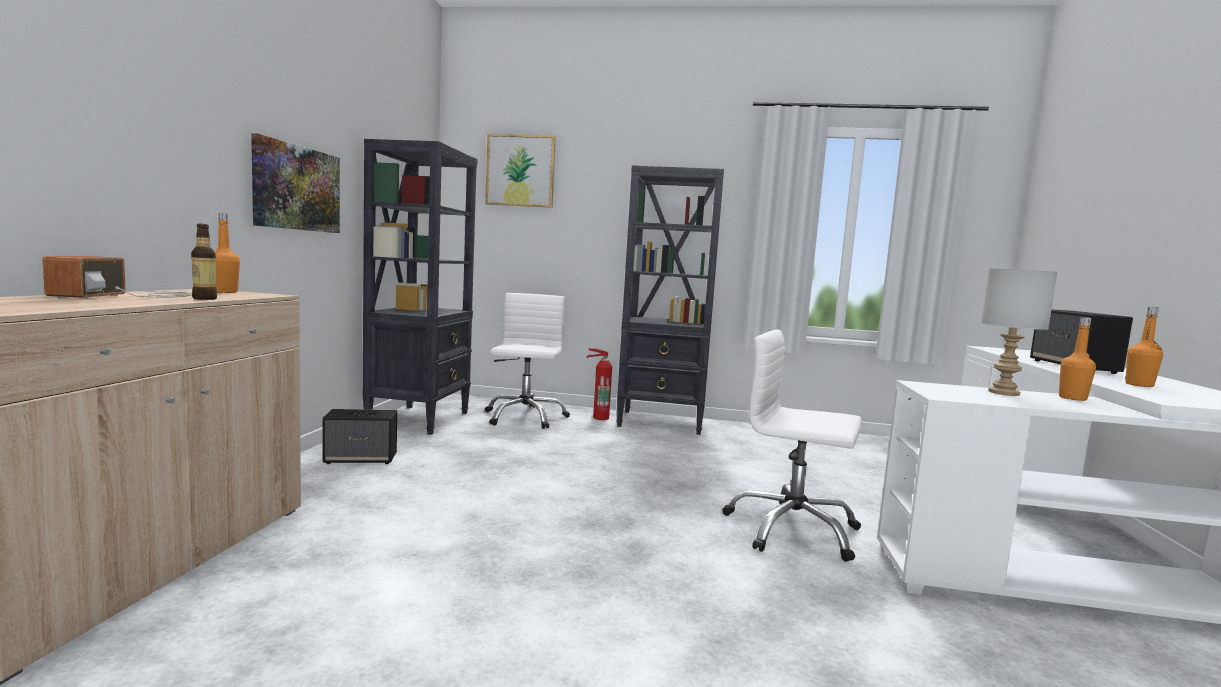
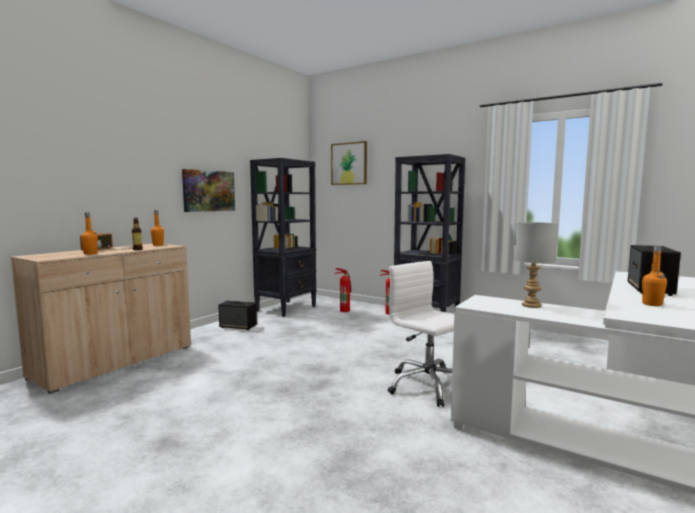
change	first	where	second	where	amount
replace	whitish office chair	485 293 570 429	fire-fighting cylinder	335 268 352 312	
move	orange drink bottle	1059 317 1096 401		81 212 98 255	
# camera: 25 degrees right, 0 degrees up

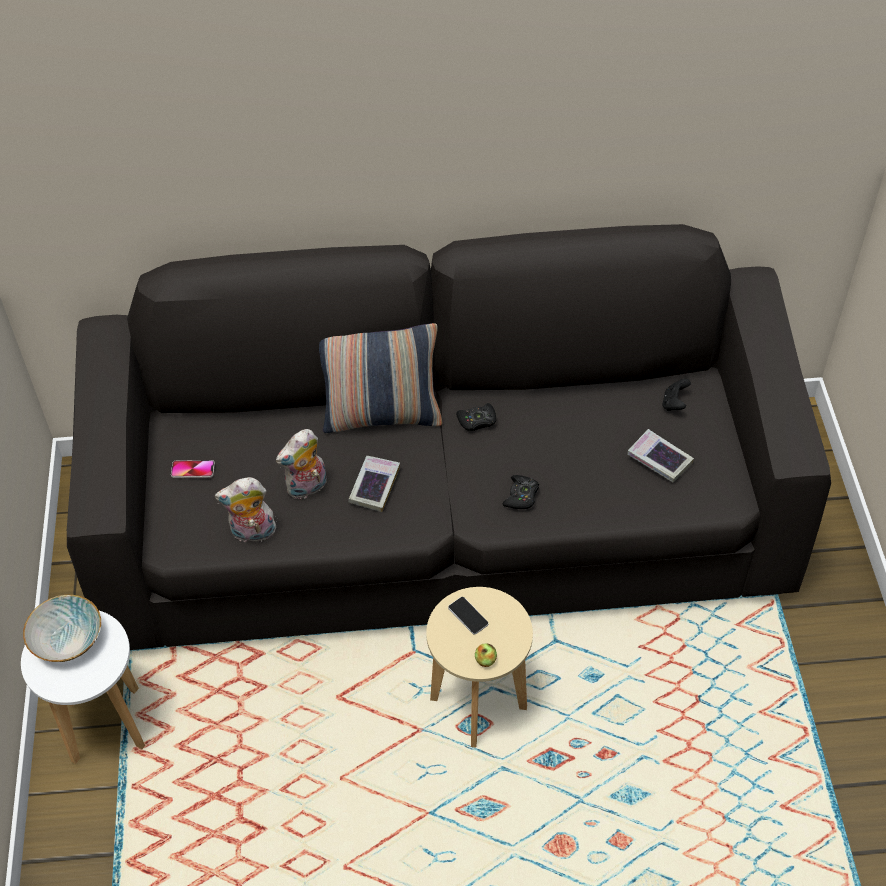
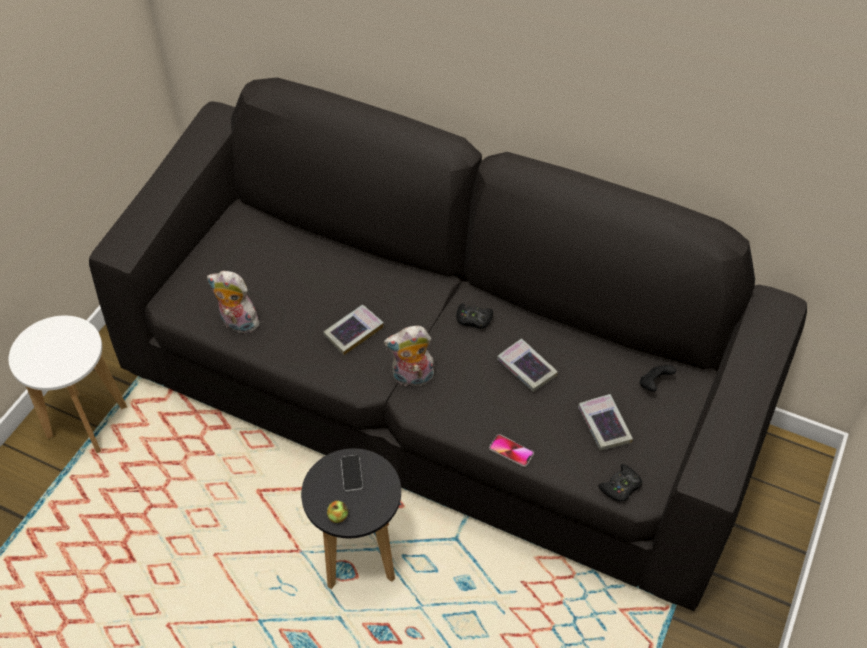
change	first	where	second	where	amount
delete	throw pillow	319 323 443 433			
move	plush toy	276 429 327 499		384 326 434 386	
move	telephone	171 460 215 478		489 434 534 467	
move	black gamepad	503 475 539 509		598 464 642 502	
recolor	beige sitting stool	426 587 533 747	black sitting stool	301 448 401 589	
delete	serving bowl	23 595 101 662			
insert			bound book	497 338 558 392	
# camera: 30 degrees right, 0 degrees up

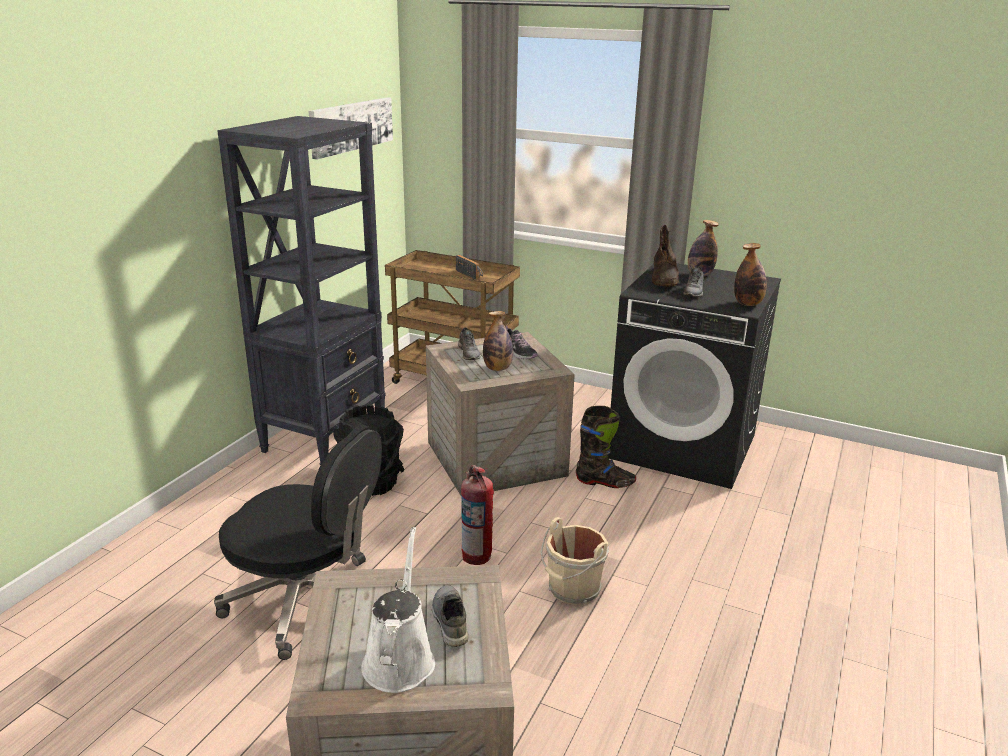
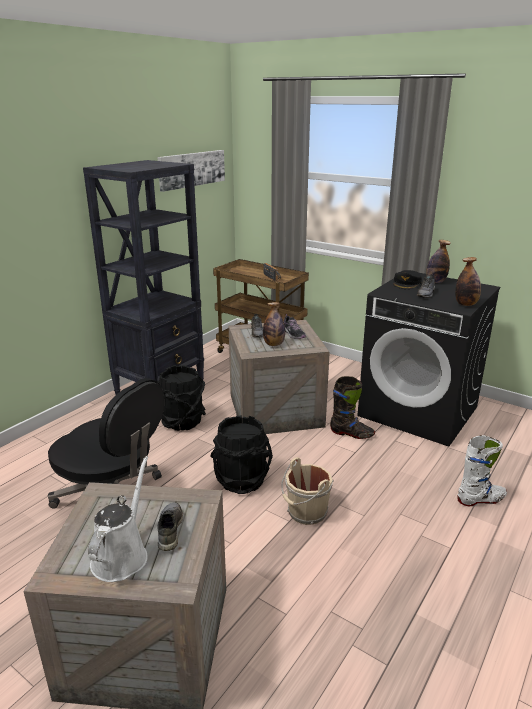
change	first	where	second	where	amount
replace	brownish high-top boot	652 225 680 287	black cap	393 270 422 289	
replace	fire-fighting cylinder	461 465 494 565	black water bucket	211 415 273 494	
insert			whitish high-top boot	458 435 507 506	
# camera: 10 degrees right, 0 degrees up

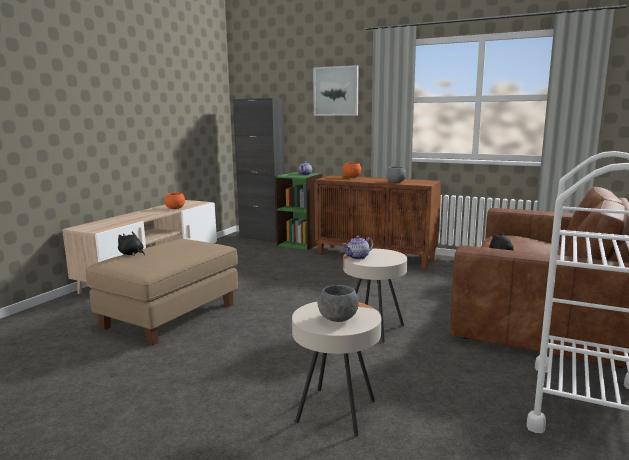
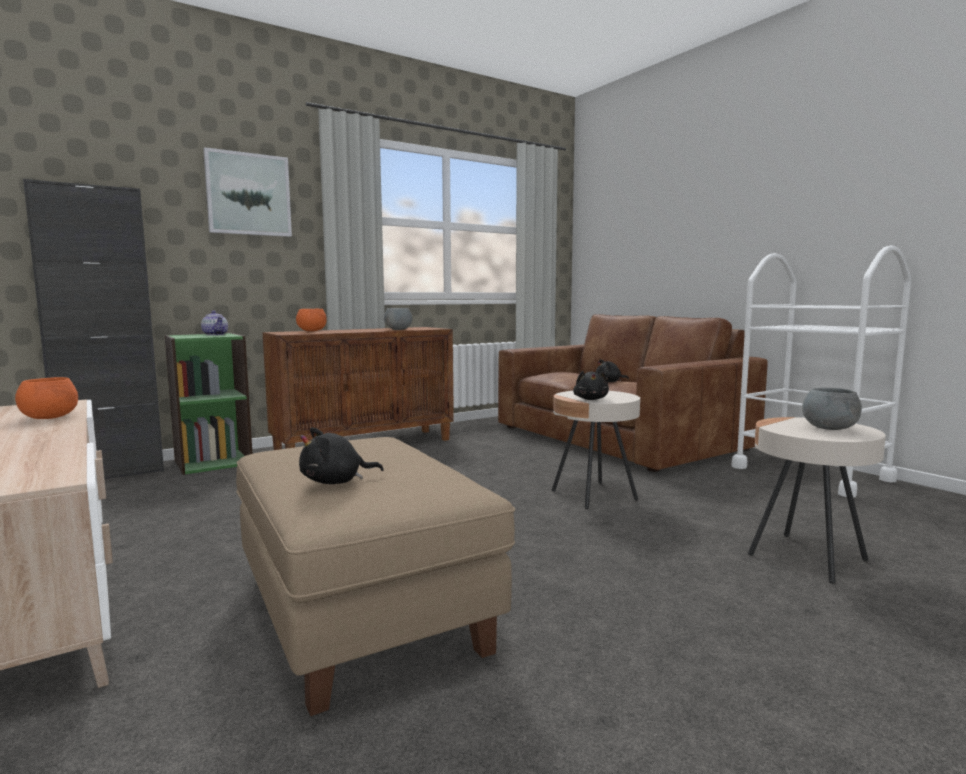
change	first	where	second	where	amount
replace	tea pot	342 236 374 260	black plush toy	573 371 609 400	
# camera: 60 degrees left, 5 degrees down

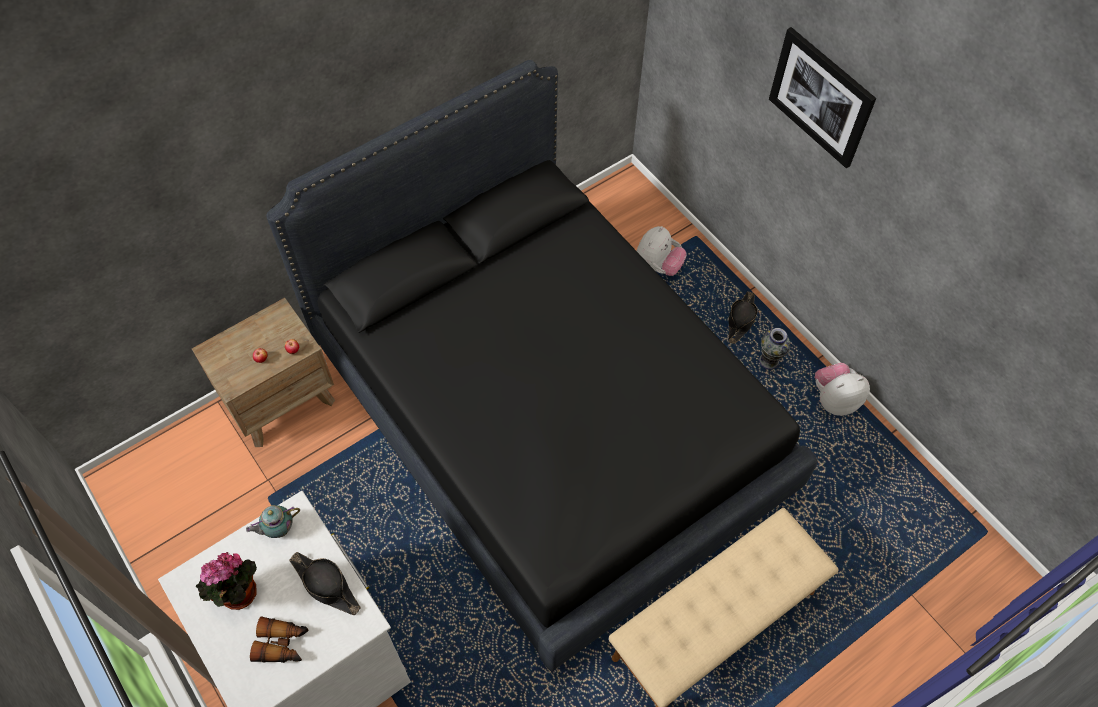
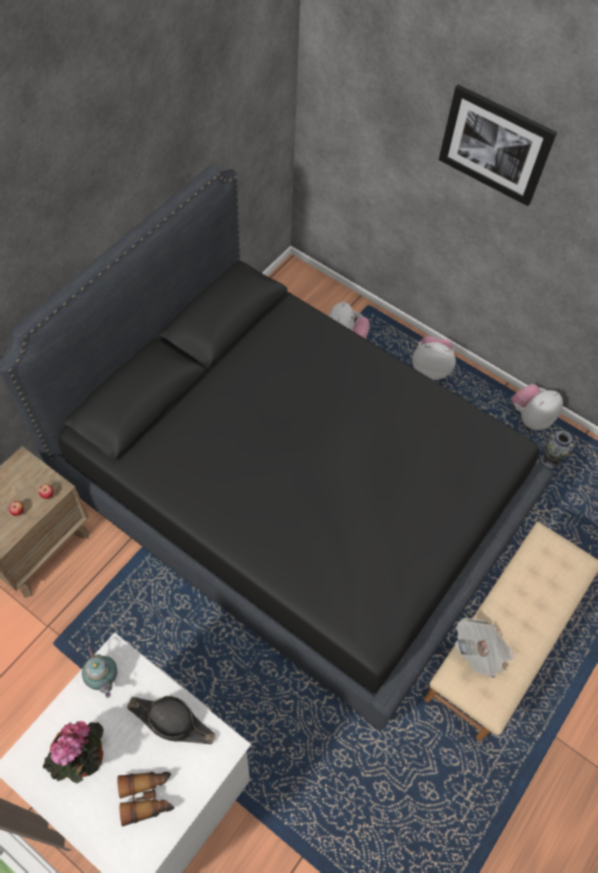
change	first	where	second	where	amount
replace	black wearable hat	729 291 757 344	plush toy	412 336 456 380	
move	vase	759 328 790 370		540 430 574 469	
rotate	tea pot	246 505 300 538		82 646 117 698	75 degrees counterclockwise
insert			newspaper	455 617 514 678	
# camera: 20 degrees left, 0 degrees up

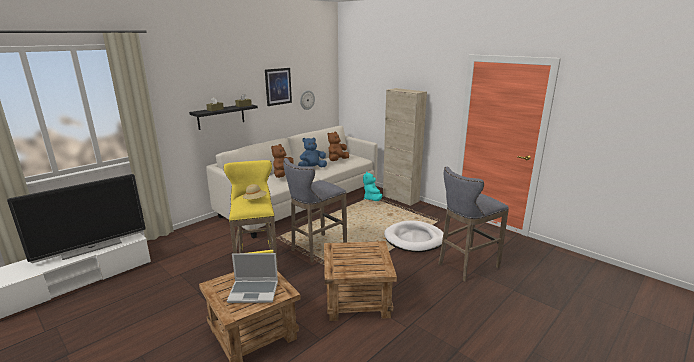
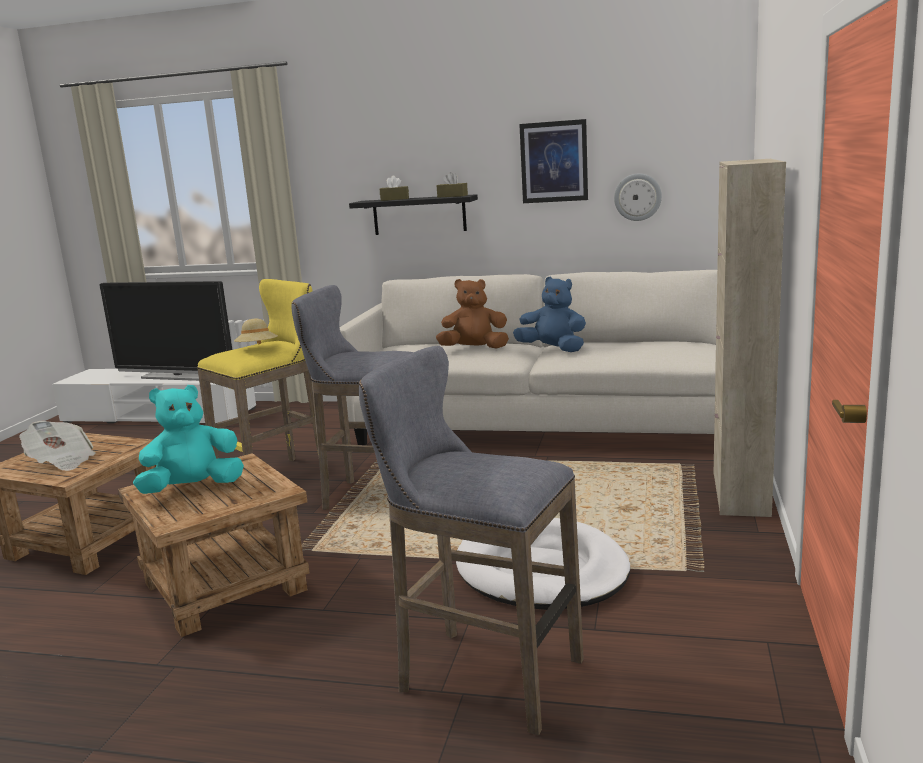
change	first	where	second	where	amount
delete	brownish plush toy	327 132 349 161			
move	turquoise-coloured plush toy	363 171 382 201		133 385 244 494	
replace	portable computer	227 253 278 303	newspaper	19 421 96 471	
# camera: 60 degrees right, 5 degrees down

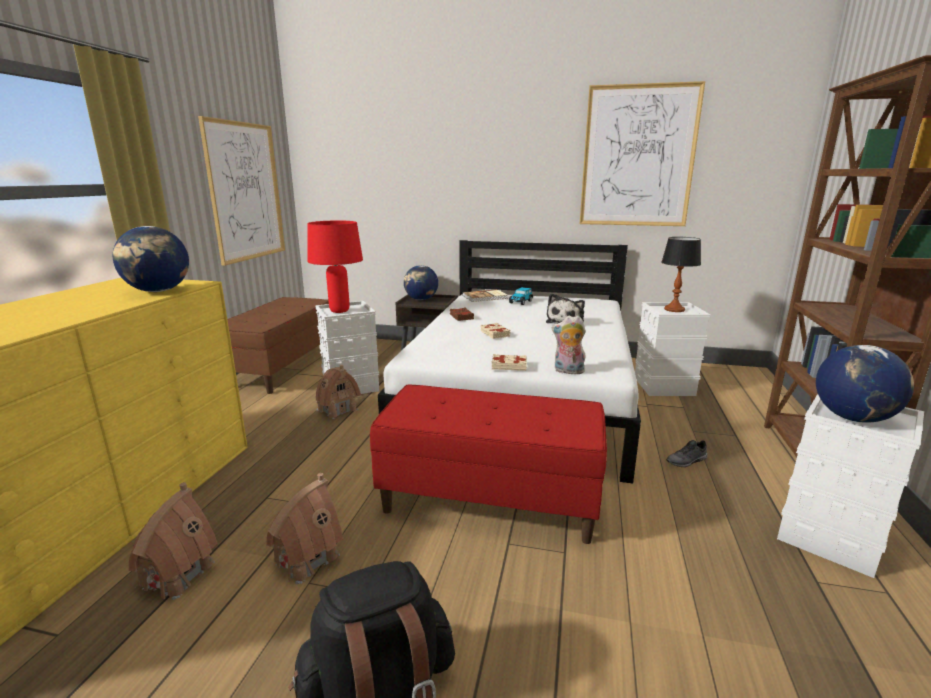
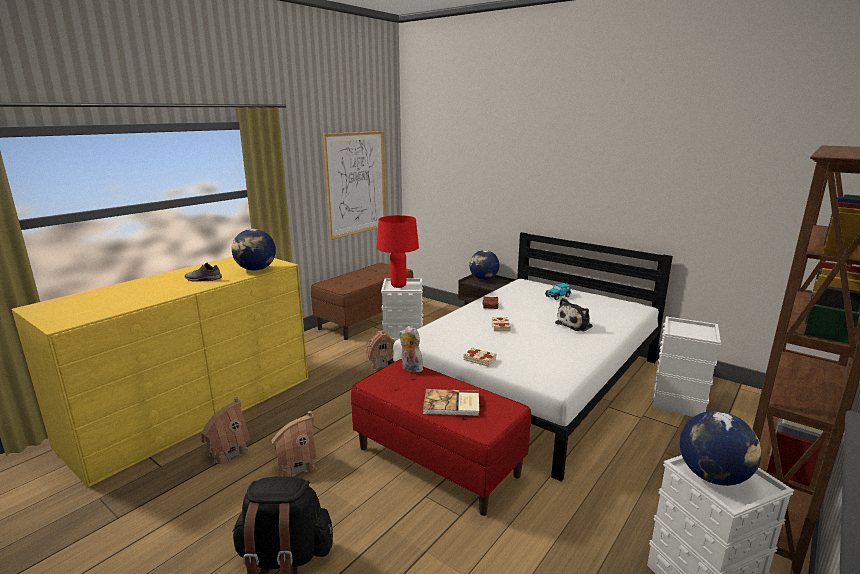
change	first	where	second	where	amount
delete	wall art	580 81 705 226			
delete	table lamp	661 237 701 312			
move	bound book	462 289 508 302		423 389 479 416	
move	plush toy	552 315 586 374		399 326 423 373	
move	gray low shoe	666 440 707 467		185 263 222 282	
# camera: 25 degrees right, 0 degrees up

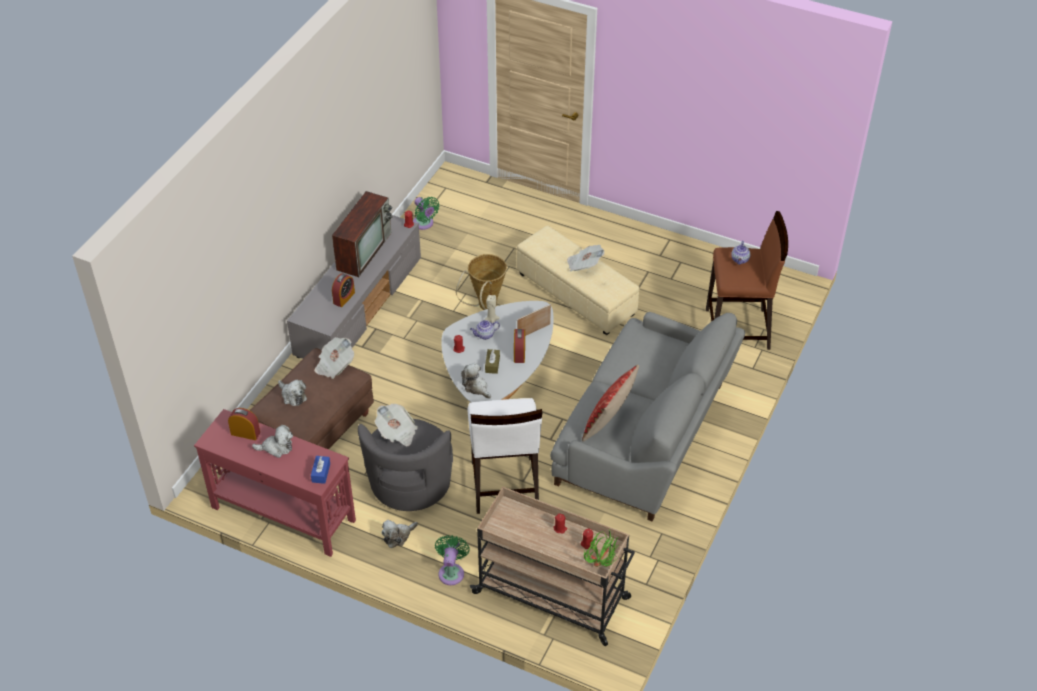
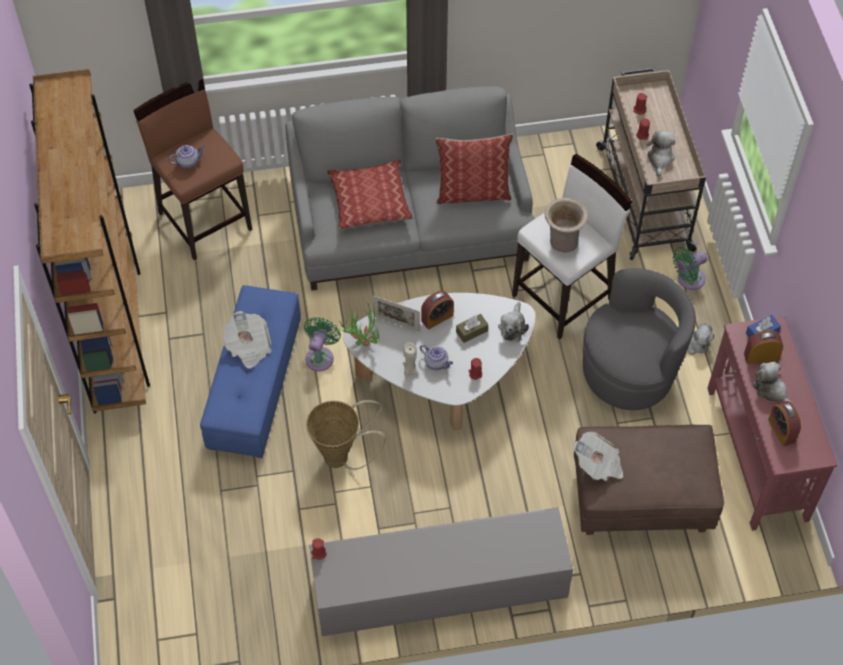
change	first	where	second	where	amount
delete	TV	332 191 393 277			
move	greenish cooling fan	413 197 440 230		304 317 341 371	
recolor	beige ottoman	517 225 640 335	blue ottoman	200 285 301 458	
move	table clock	332 273 355 307		744 330 783 364	
move	plush toy	278 380 307 406		647 130 675 177	
delete	newspaper	375 404 418 446			
move	houseplant	584 530 620 567		340 303 379 346	
insert			brownish bookcase	29 69 150 414	
insert			throw pillow	326 160 413 230	
insert			beige vase	545 198 588 253	
# camera: 125 degrees left, 10 degrees up

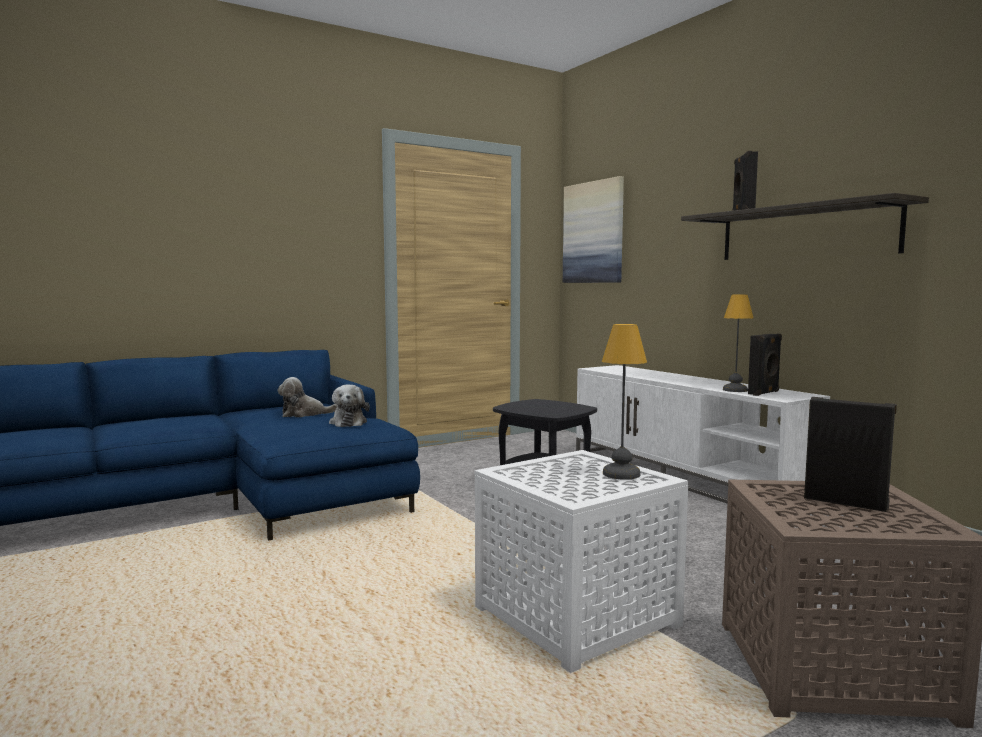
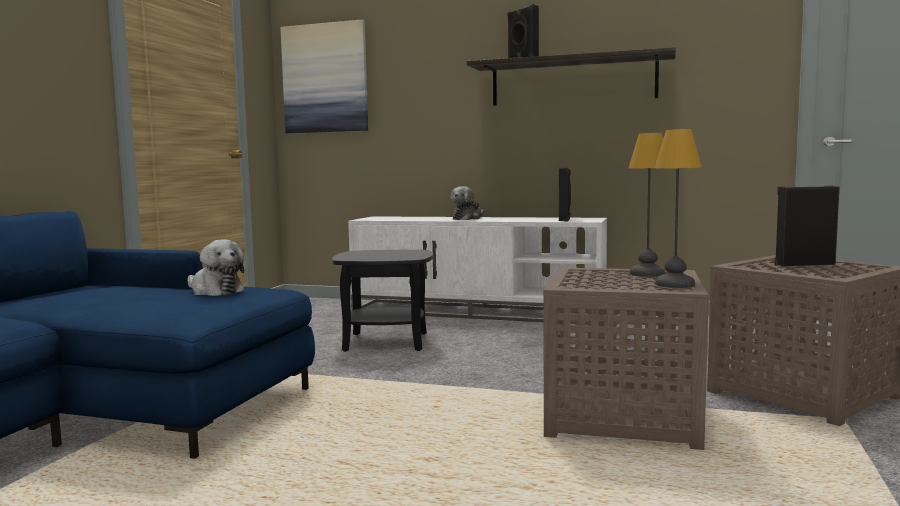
change	first	where	second	where	amount
move	table lamp	723 294 753 392		654 129 702 288	
move	plush toy	277 377 338 417		451 186 485 220	
recolor	whitish accent table	475 450 688 673	brownish accent table	543 267 709 450	
# camera: 40 degrees left, 0 degrees up

